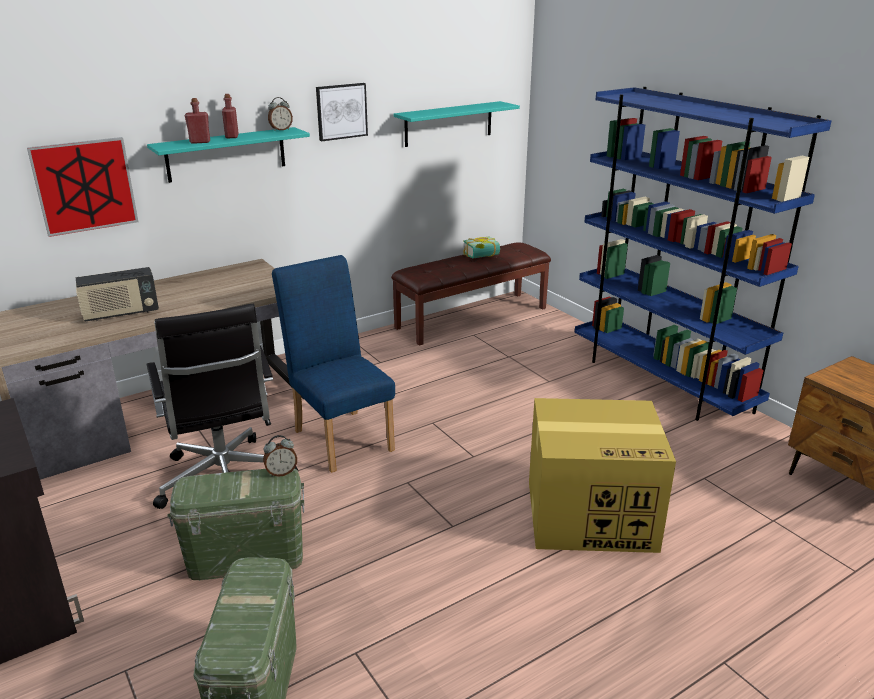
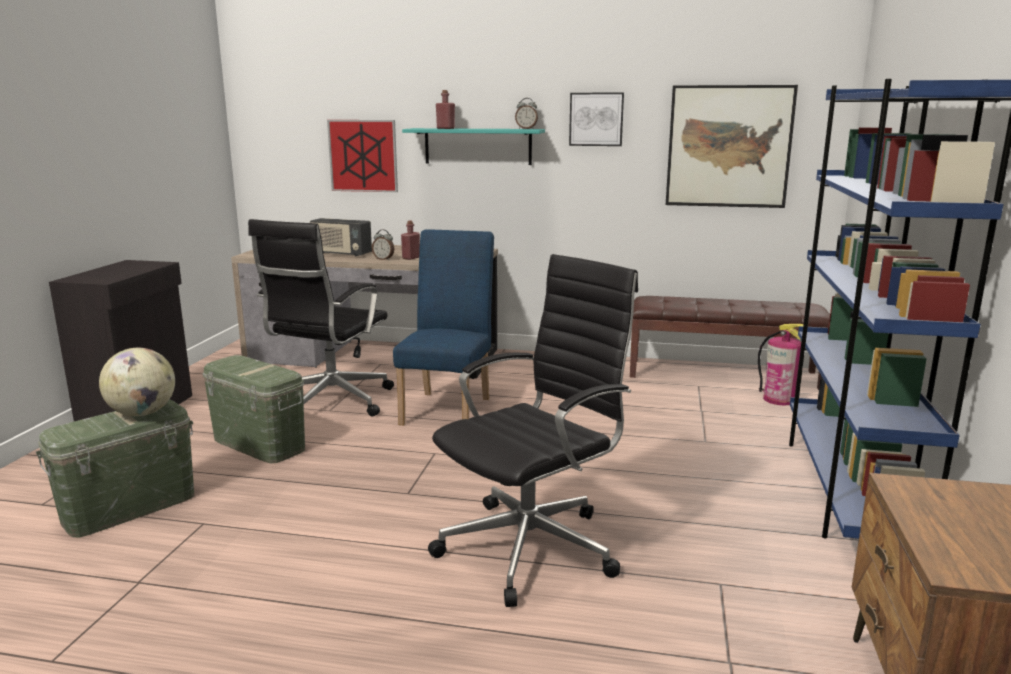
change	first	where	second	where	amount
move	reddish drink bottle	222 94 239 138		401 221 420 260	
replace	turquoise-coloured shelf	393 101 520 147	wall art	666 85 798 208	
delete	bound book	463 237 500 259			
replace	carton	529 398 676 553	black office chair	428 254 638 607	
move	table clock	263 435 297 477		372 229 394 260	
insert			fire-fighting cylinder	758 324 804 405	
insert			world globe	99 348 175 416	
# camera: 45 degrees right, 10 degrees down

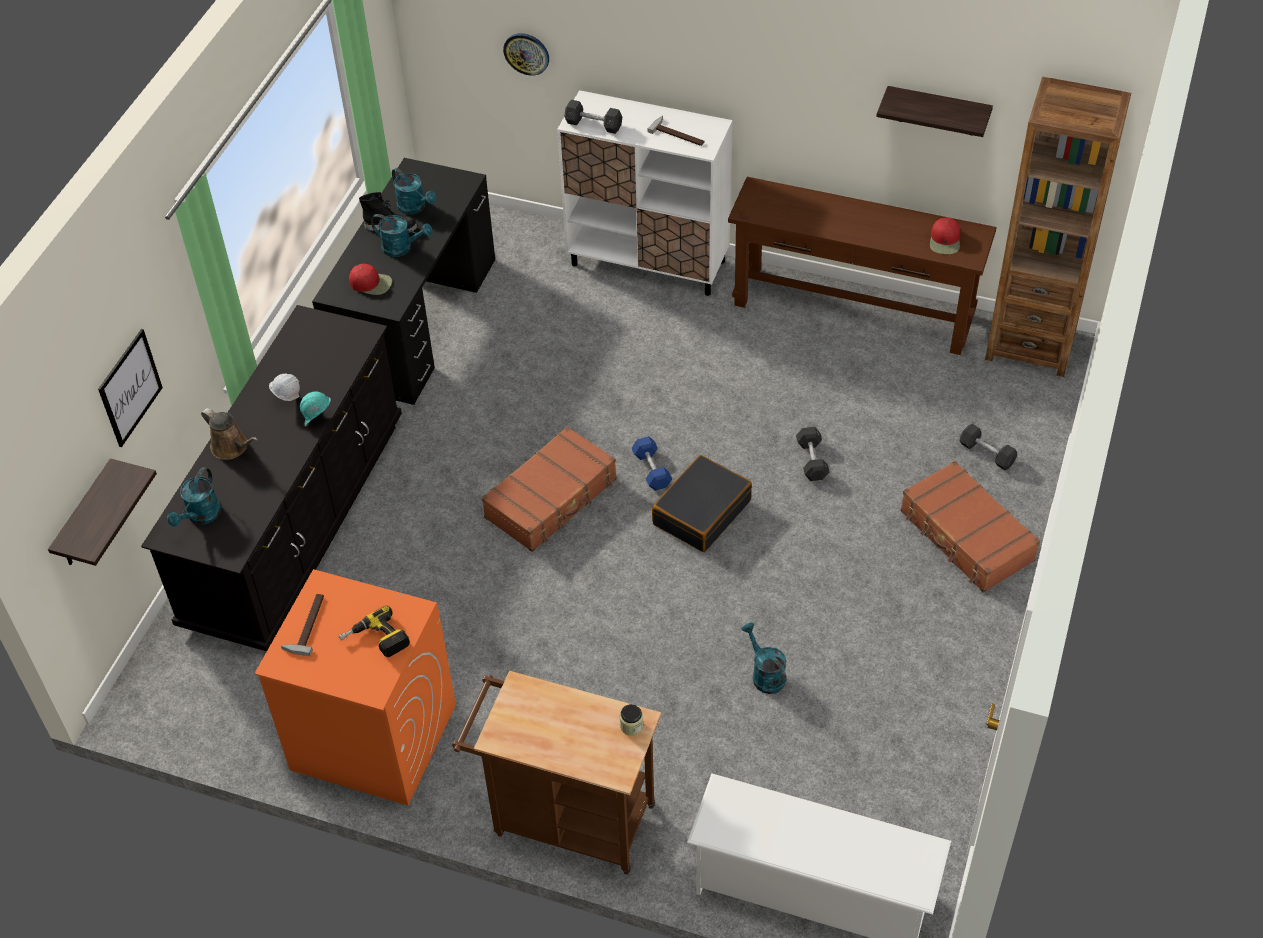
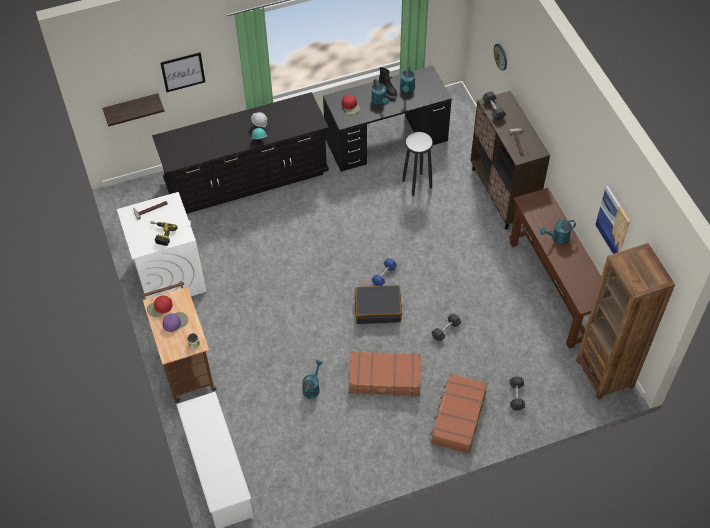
change	first	where	second	where	amount
replace	shelf	876 86 993 137	wall art	595 186 630 254	
recolor	whitish cabinet	557 90 733 296	brownish cabinet	470 91 550 229	
move	reddish cap	930 218 960 254		147 295 173 317	
delete	brownish watering pot	201 408 258 460			
move	brownish piece of luggage	482 426 617 552		349 351 421 397	
move	turquoise-coloured watering pot	167 467 221 526		540 220 576 244	
recolor	orange laundry machine	255 569 456 805	whitish laundry machine	117 192 206 299	
insert			black sitting stool	402 132 433 196	
insert			purplish cap	163 312 188 332	
# camera: 50 degrees right, 5 degrees up

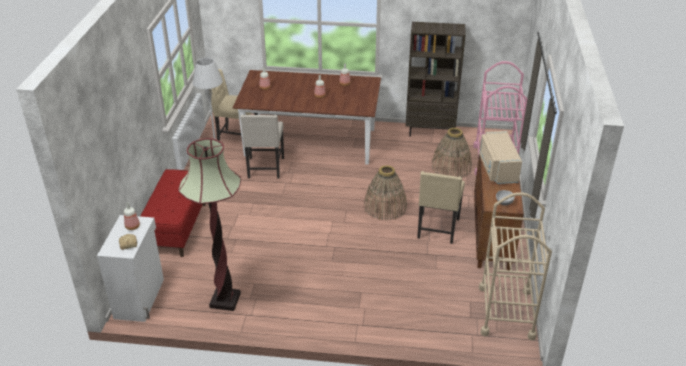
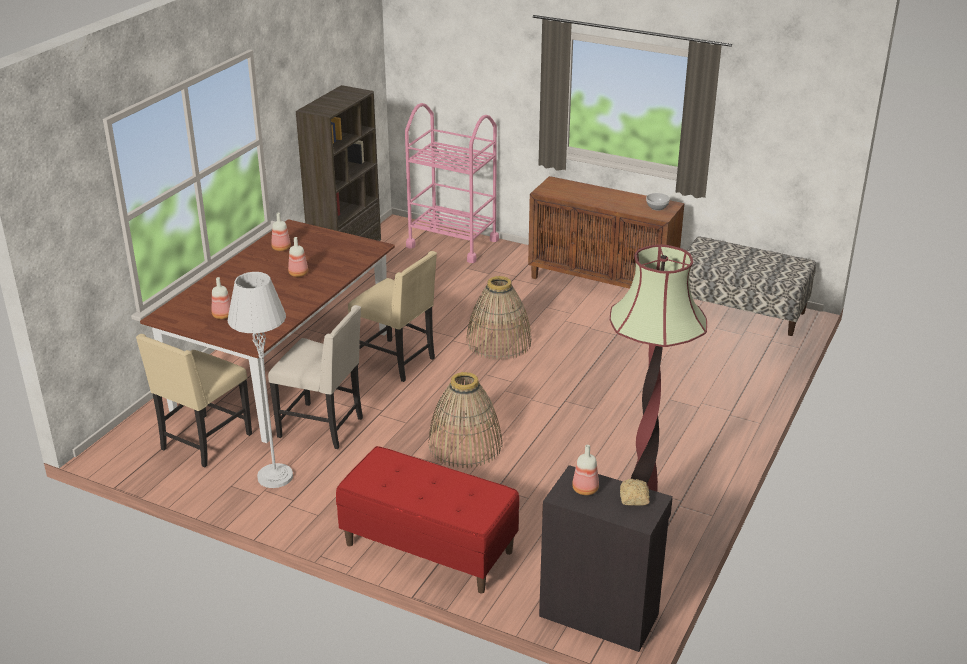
change	first	where	second	where	amount
move	basket	431 128 472 177		429 372 503 468	
delete	beige microwave oven	479 131 522 184			
move	beige chair	417 171 465 244		348 251 437 382	
replace	beige trolley	479 192 552 340	bench	686 236 816 336	
recolor	whitish cabinet	97 215 164 322	black cabinet	539 465 673 652	
# camera: 70 degrees left, 5 degrees down

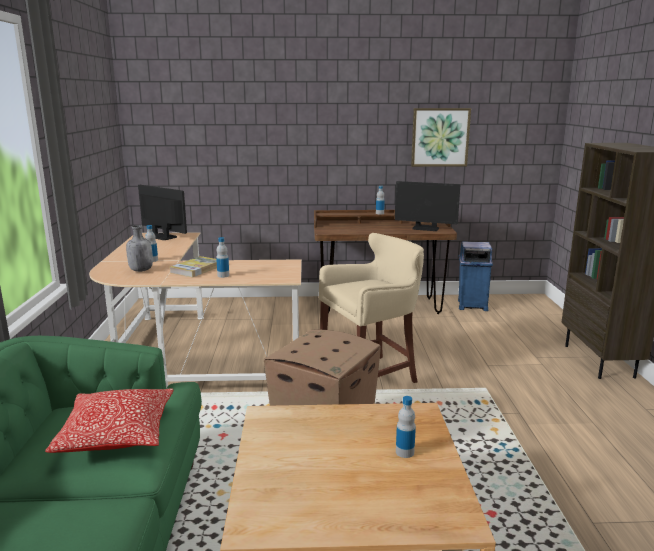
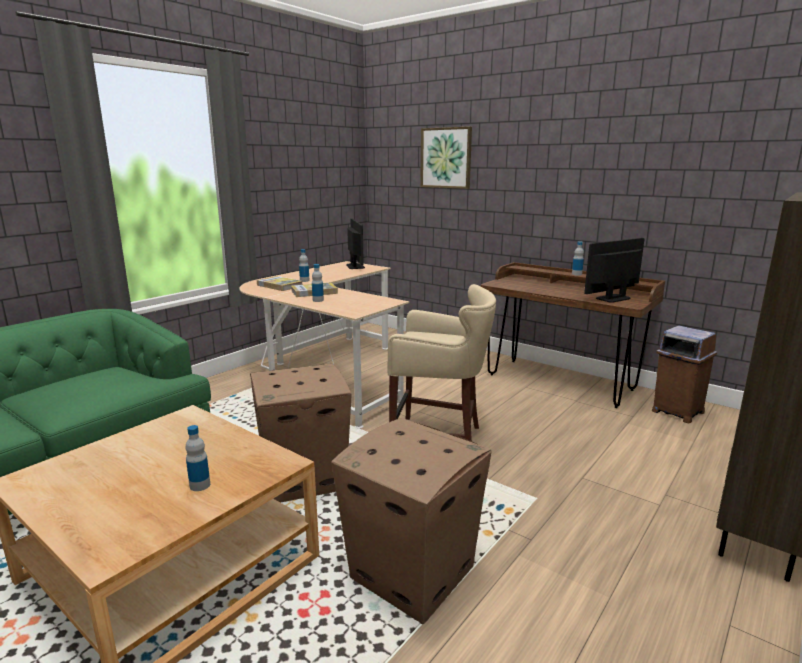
change	first	where	second	where	amount
move	wall art	411 108 471 167		420 126 472 189	
rotate	computer display	395 181 460 231		584 238 645 303	90 degrees clockwise
replace	gray drink bottle	126 225 153 272	bound book	257 276 302 291	
recolor	blue rubbish bin	458 241 493 311	brownish rubbish bin	652 326 717 423	
delete	throw pillow	45 388 174 453			
insert			carton	331 418 491 624	
# camera: 40 degrees right, 0 degrees up

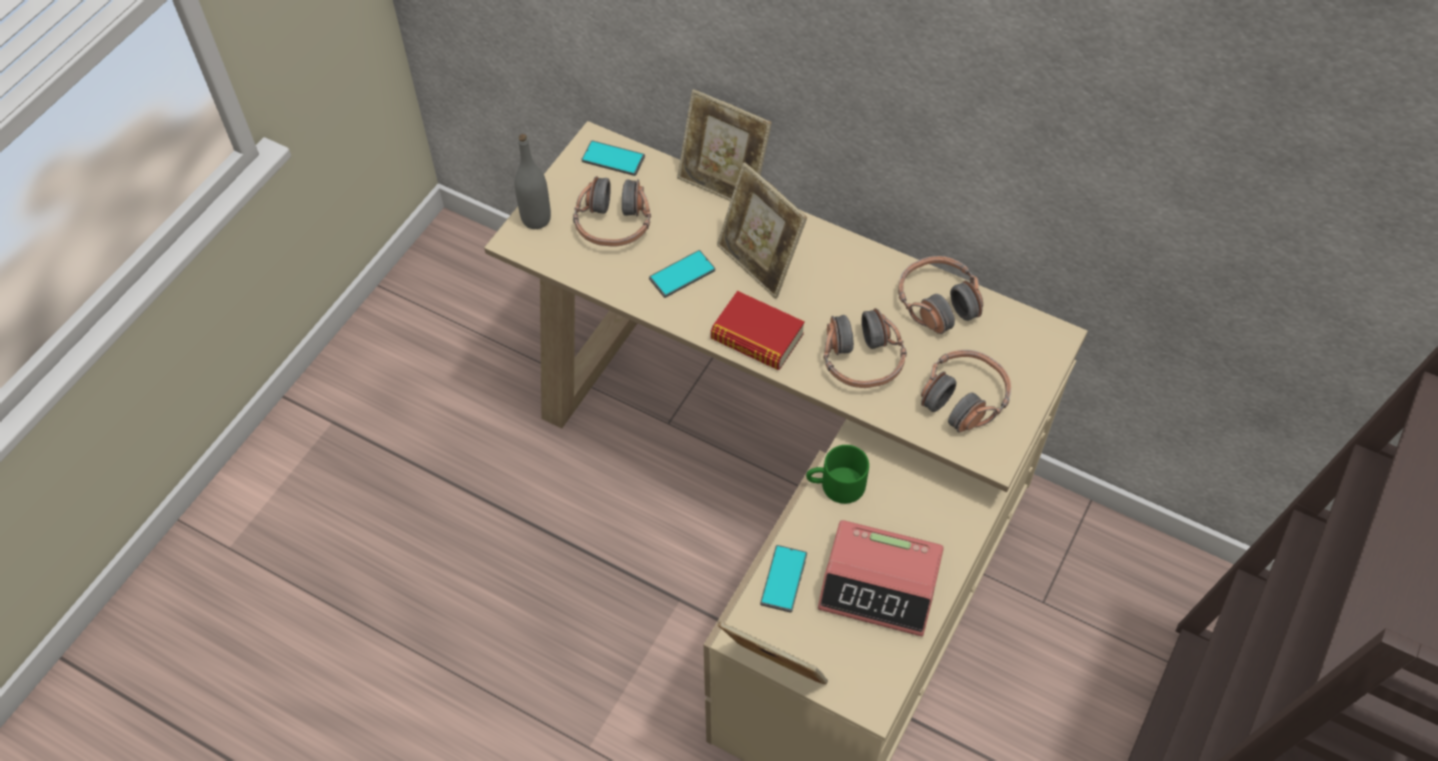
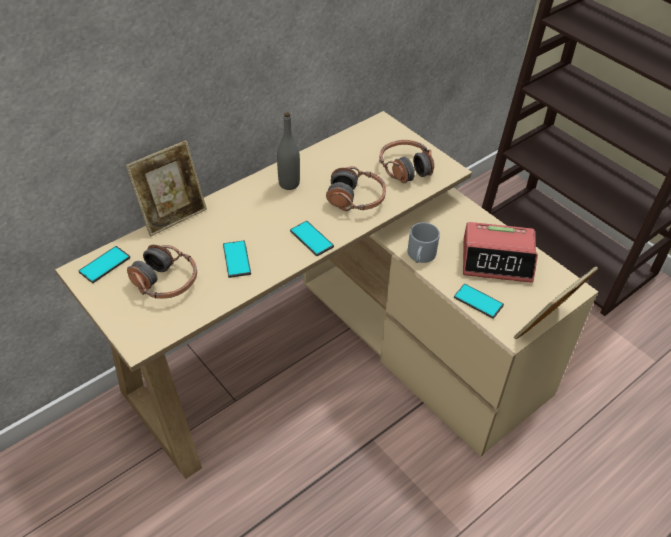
change	first	where	second	where	amount
move	gray drink bottle	515 134 551 229		277 112 300 190	
delete	picture frame	717 162 807 299			
delete	headphones	898 256 983 334			
replace	bound book	711 291 805 370	telephone	290 221 334 256	
recolor	greenish tea mug	806 445 869 504	gray tea mug	408 222 440 263	
rotate	table clock	818 520 944 637		463 222 538 283	60 degrees clockwise
# camera: 70 degrees left, 10 degrees down

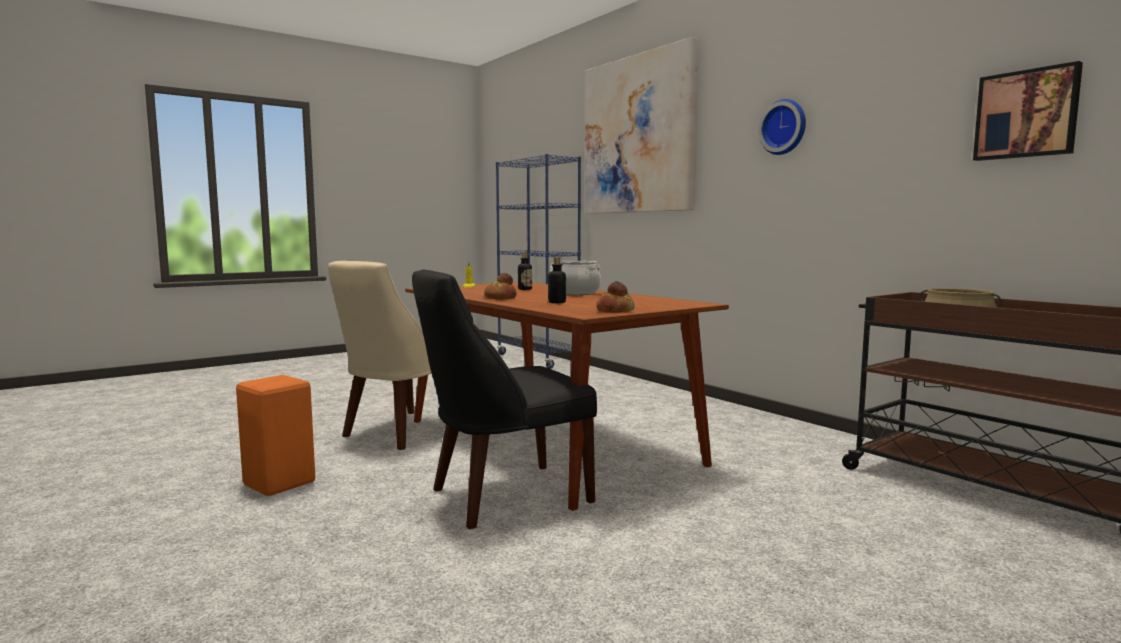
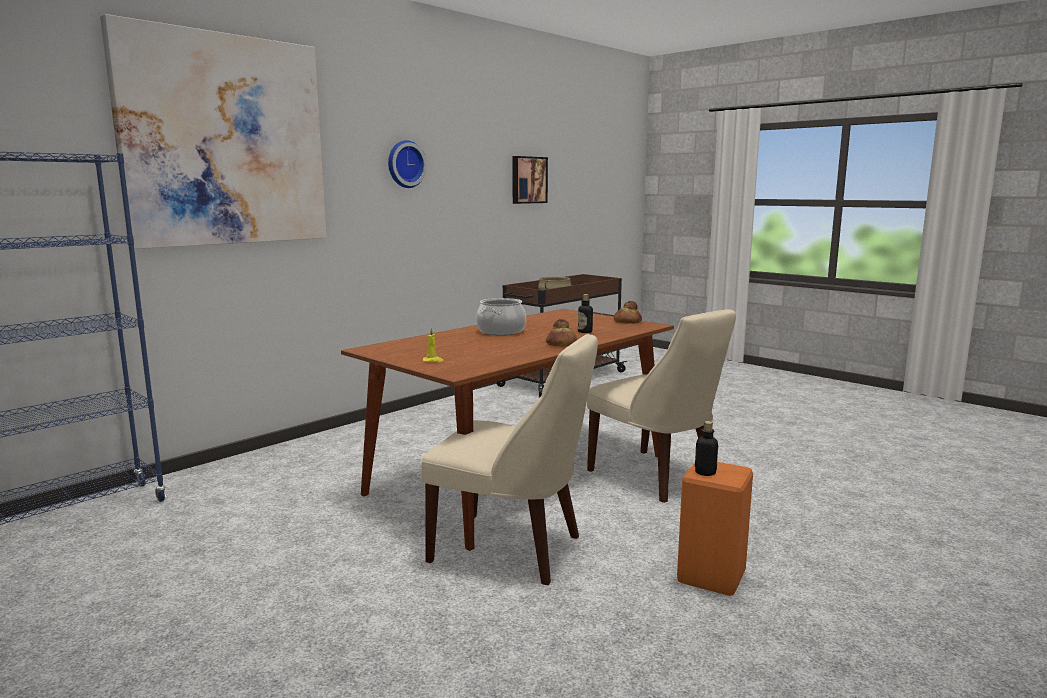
change	first	where	second	where	amount
move	drink bottle	518 253 532 290		695 421 718 476	
recolor	black chair	412 269 597 529	beige chair	587 309 736 503	
# camera: 100 degrees left, 5 degrees up

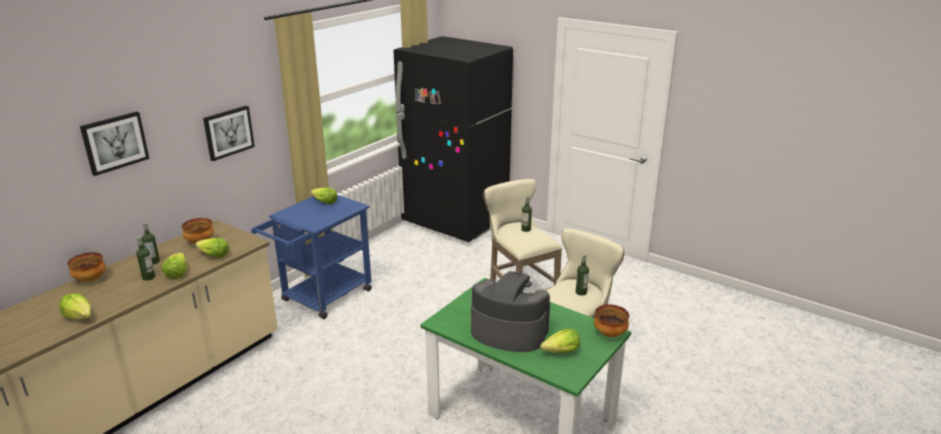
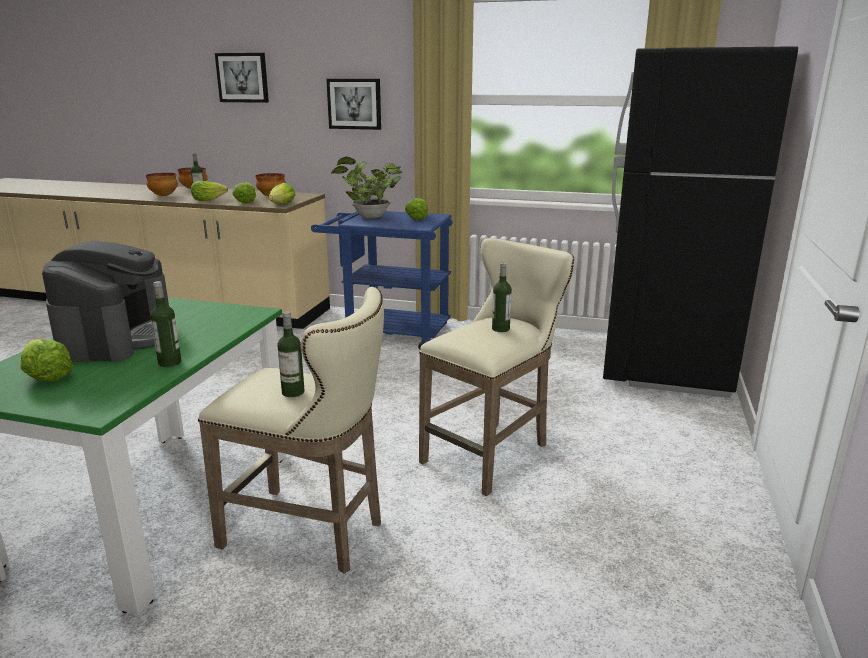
change	first	where	second	where	amount
move	drink bottle	142 222 160 265		150 281 182 367	
move	head of lettuce	60 293 91 319		268 183 296 204	
move	serving bowl	594 305 629 337		146 173 178 196	
insert			houseplant	329 157 402 219	
# camera: 70 degrees right, 5 degrees down

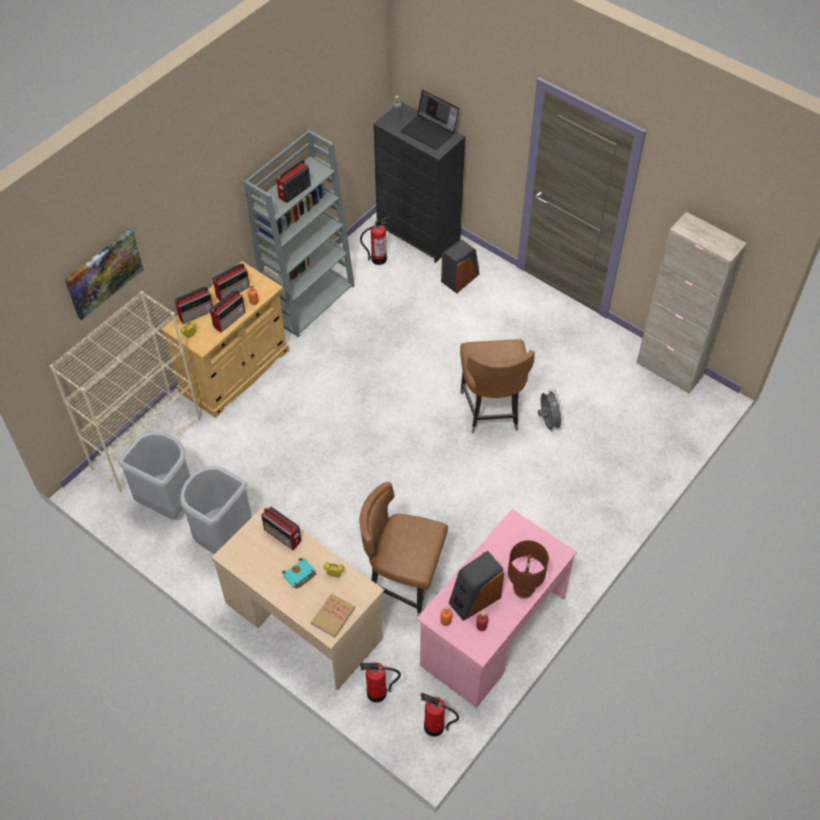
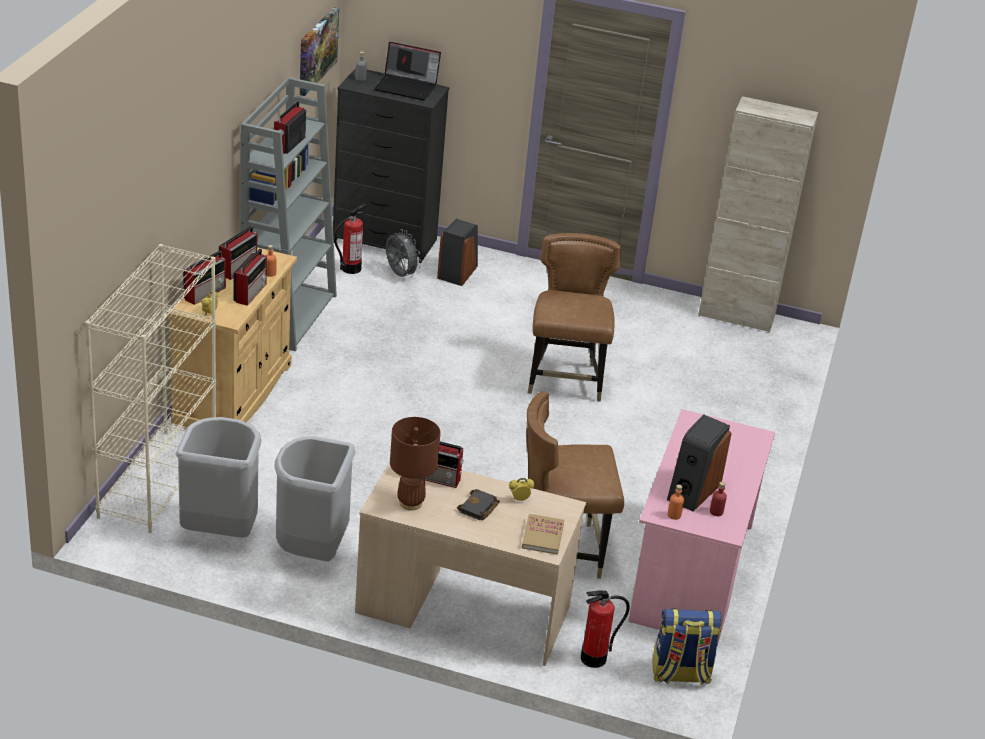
change	first	where	second	where	amount
move	wall art	65 229 144 320		300 7 339 96	
rotate	brownish chair	460 339 535 434		528 233 621 402	150 degrees counterclockwise
move	gray cooling fan	538 389 564 431		386 229 421 277	
move	brownish table lamp	508 540 549 599		390 417 441 510	
recolor	turquoise-coloured bound book	282 558 316 589	black bound book	457 489 500 520	
replace	fire-fighting cylinder	420 692 459 737	backpack	652 608 722 686	
# camera: 25 degrees left, 20 degrees down

